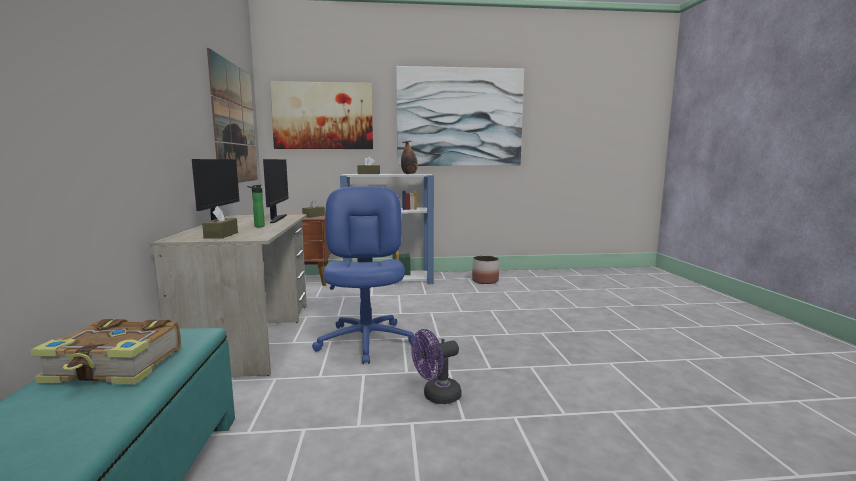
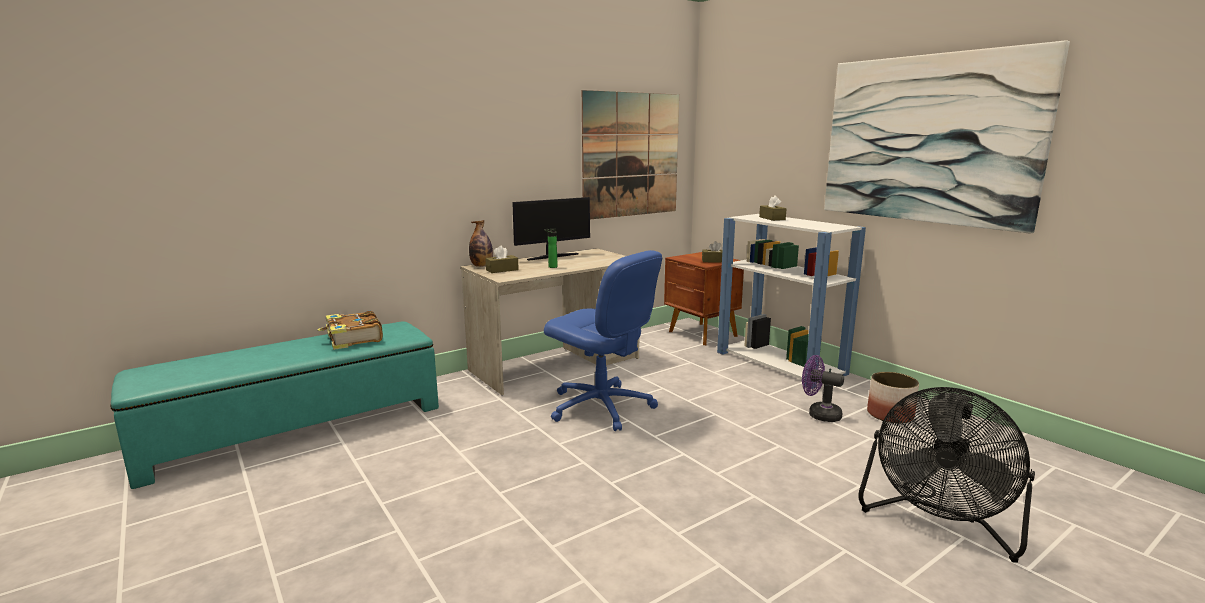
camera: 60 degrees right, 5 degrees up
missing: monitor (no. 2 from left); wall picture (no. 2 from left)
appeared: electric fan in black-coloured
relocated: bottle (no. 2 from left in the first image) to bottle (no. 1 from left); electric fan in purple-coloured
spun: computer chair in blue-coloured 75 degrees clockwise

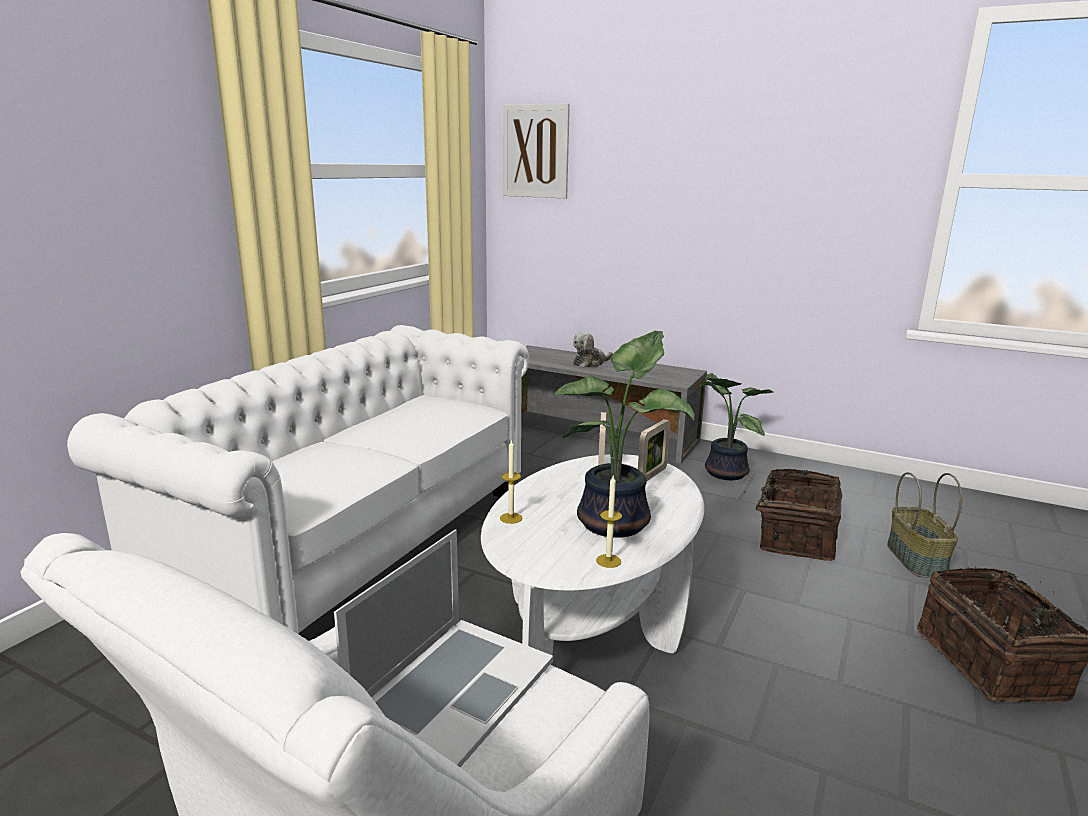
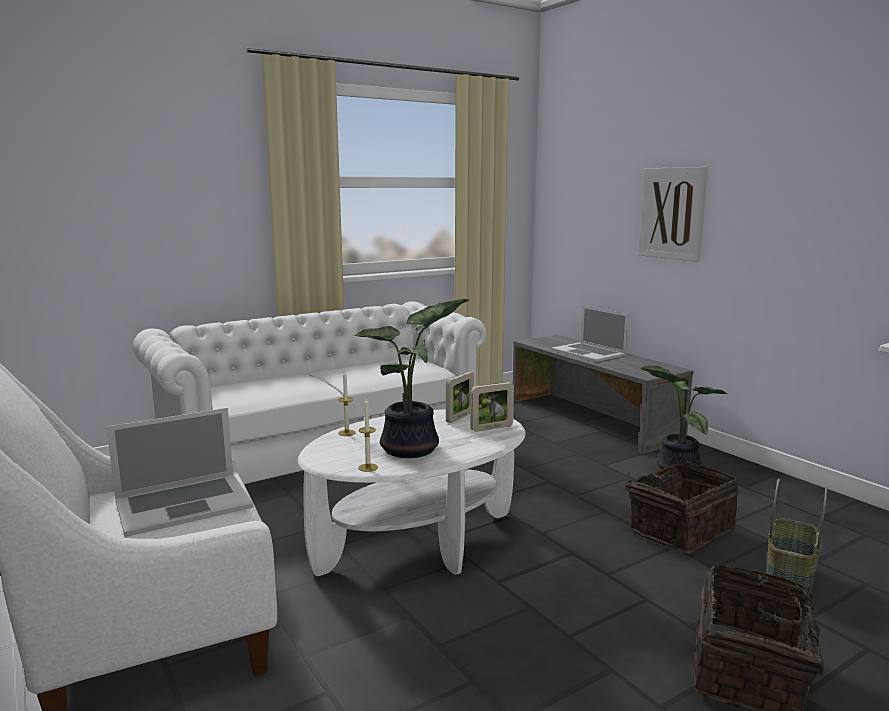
camera: 30 degrees right, 5 degrees down
relocated: wall picture
exchanged: soft toy to portable computer (no. 2 from left)

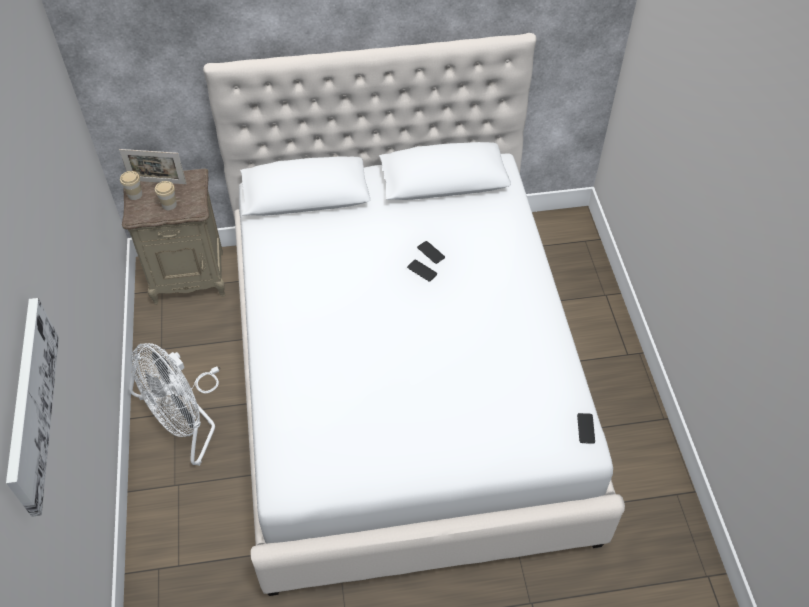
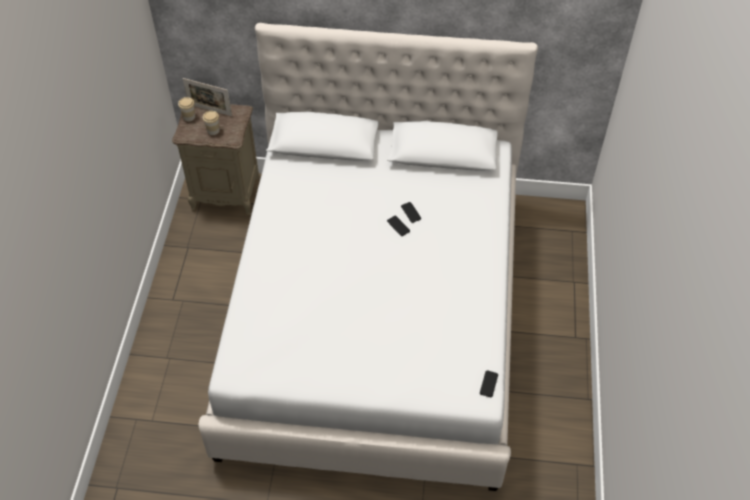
camera: 15 degrees right, 0 degrees up
missing: wall picture; electric fan in white

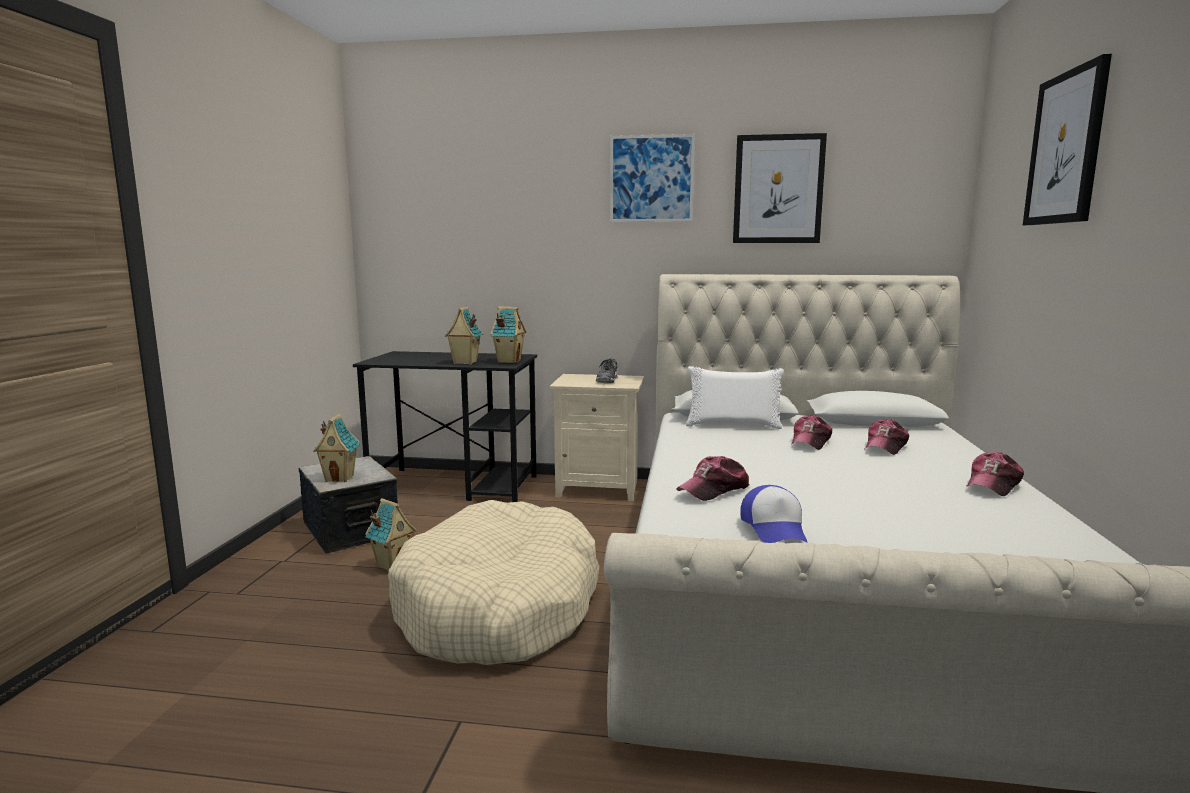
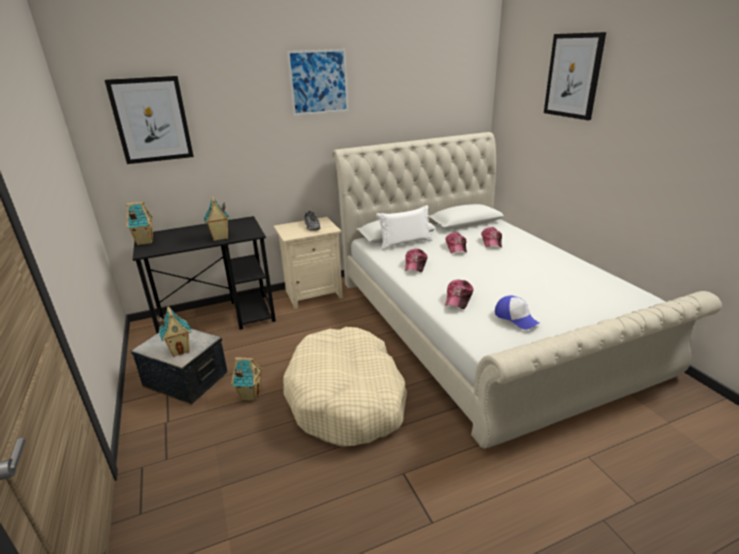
camera: 30 degrees left, 15 degrees up
relocated: wall picture (no. 2 from left in the first image) to wall picture (no. 1 from left); miniature house (no. 4 from left in the first image) to miniature house (no. 1 from left); baseball cap (no. 5 from left in the first image) to baseball cap (no. 1 from left)

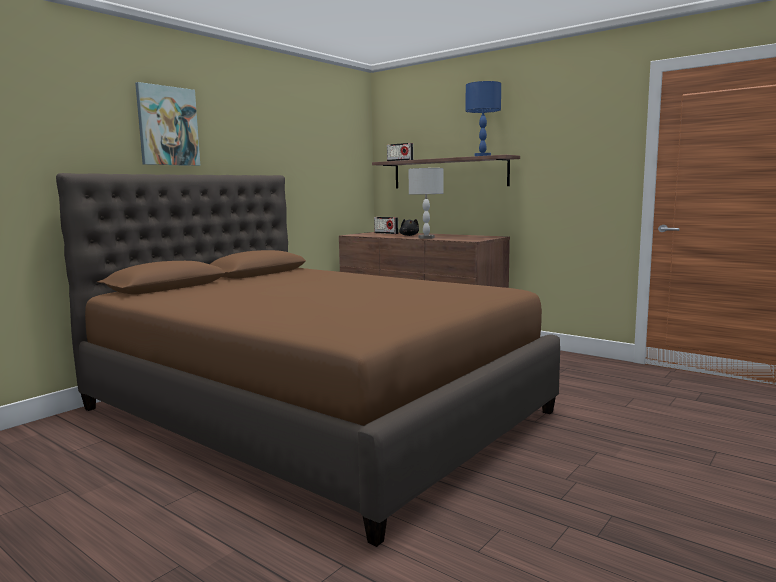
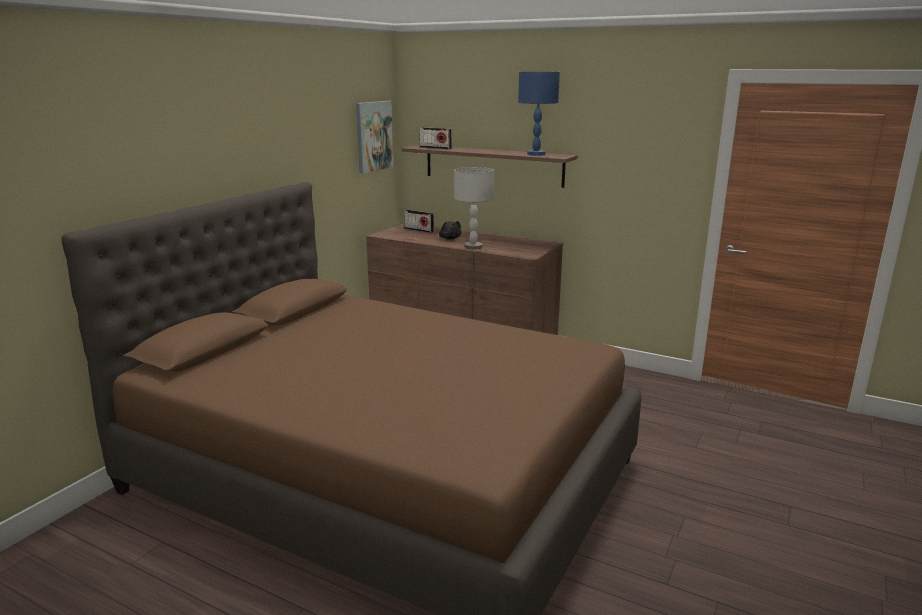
camera: 10 degrees left, 10 degrees up
relocated: wall picture

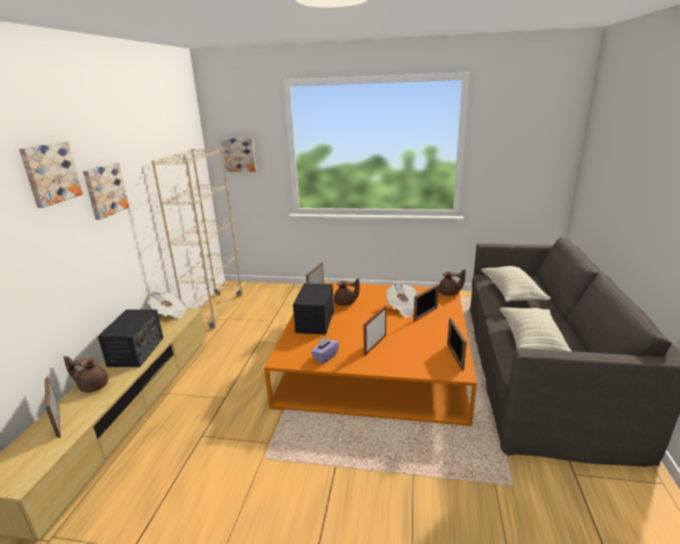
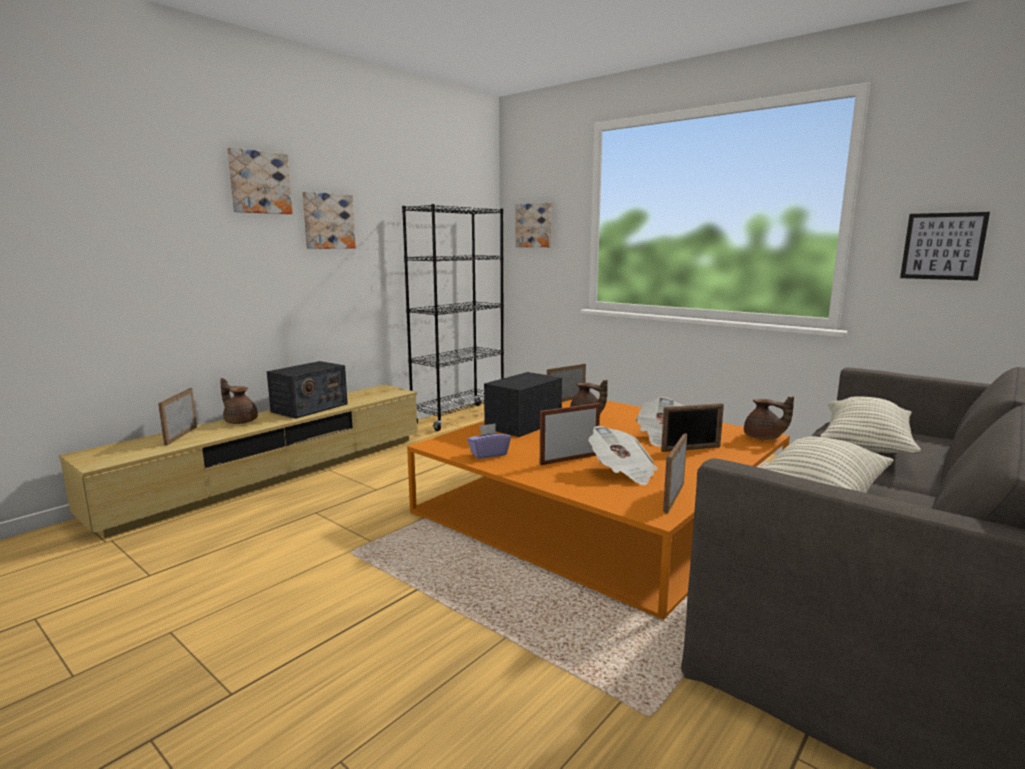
camera: 30 degrees right, 10 degrees down
appeared: wall picture (no. 4 from left)
relocated: newspaper (no. 1 from left)
colour: shelving unit in beige-coloured to shelving unit in black-coloured

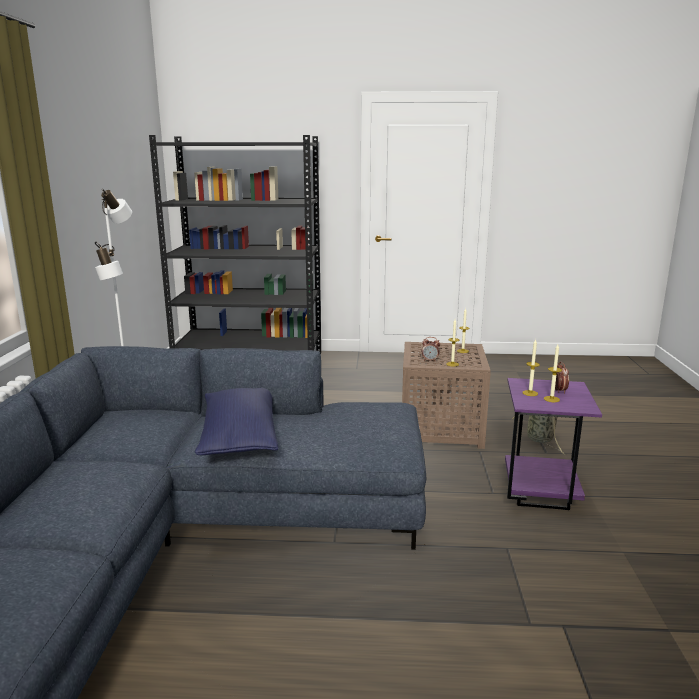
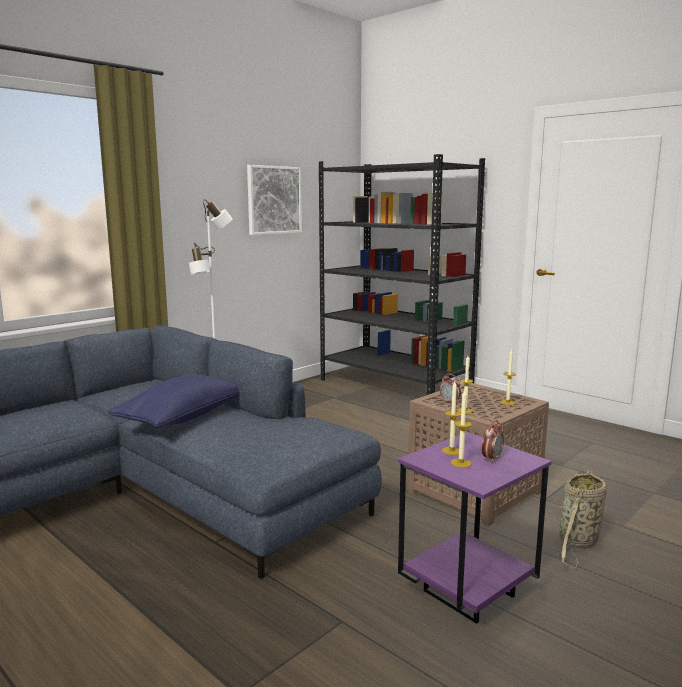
camera: 40 degrees right, 5 degrees down
appeared: wall picture

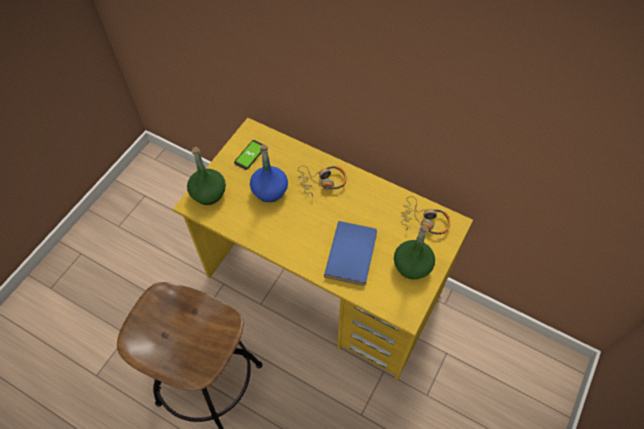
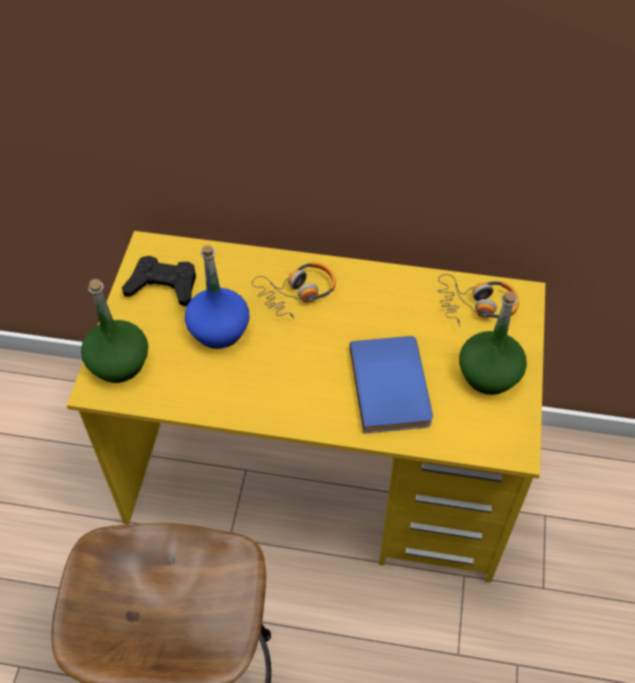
camera: 20 degrees left, 5 degrees down
exchanged: telephone to gamepad in black-coloured

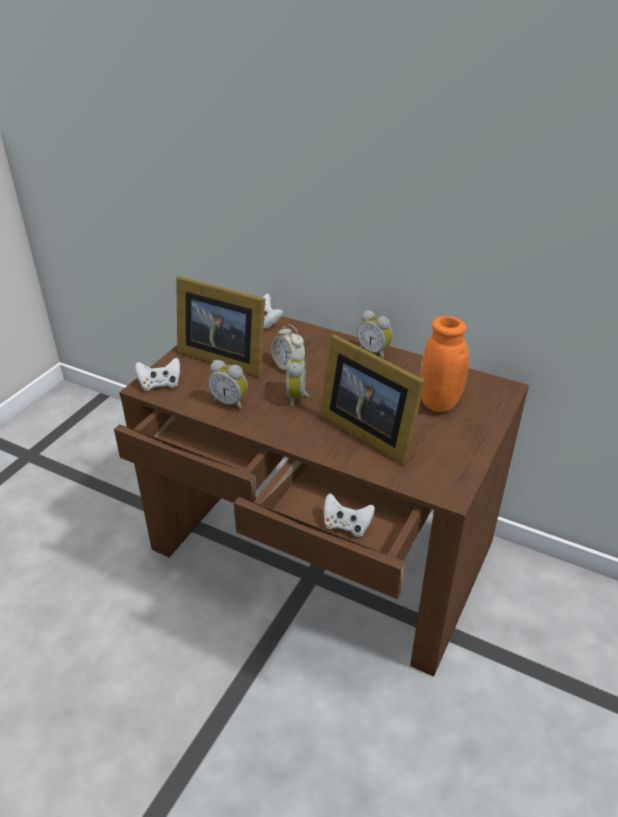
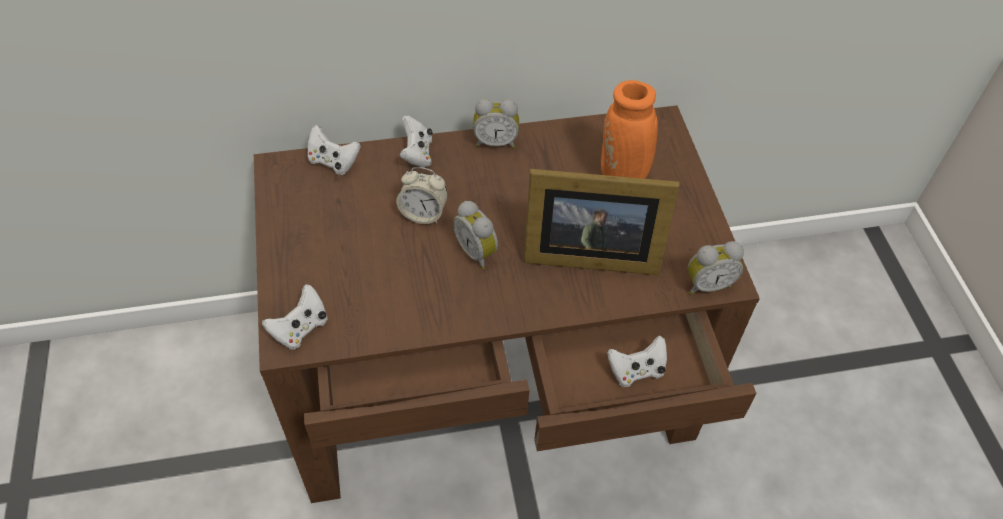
camera: 40 degrees left, 15 degrees up
missing: photo frame (no. 1 from left)
appeared: gamepad in white (no. 3 from left)
relocated: table clock (no. 1 from left in the first image) to table clock (no. 4 from left)

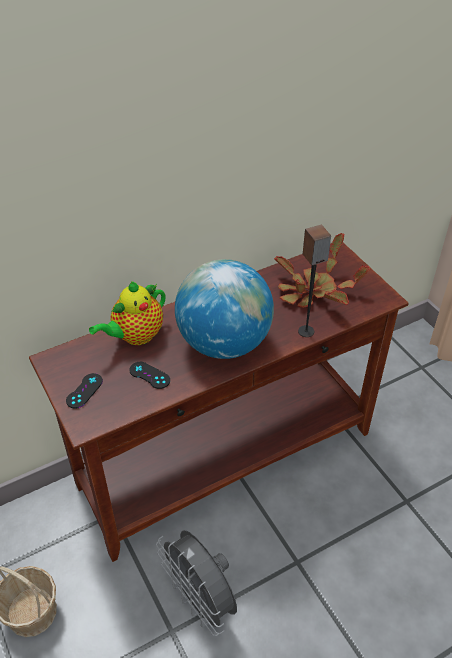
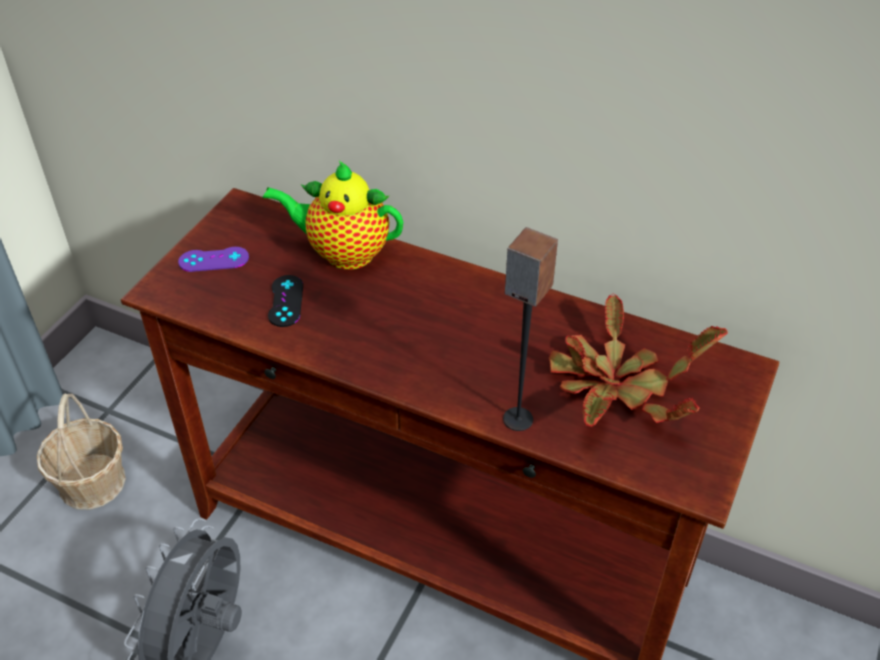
camera: 55 degrees right, 0 degrees up
missing: world globe
colour: gamepad in black-coloured (no. 1 from left) to gamepad in purple-coloured

